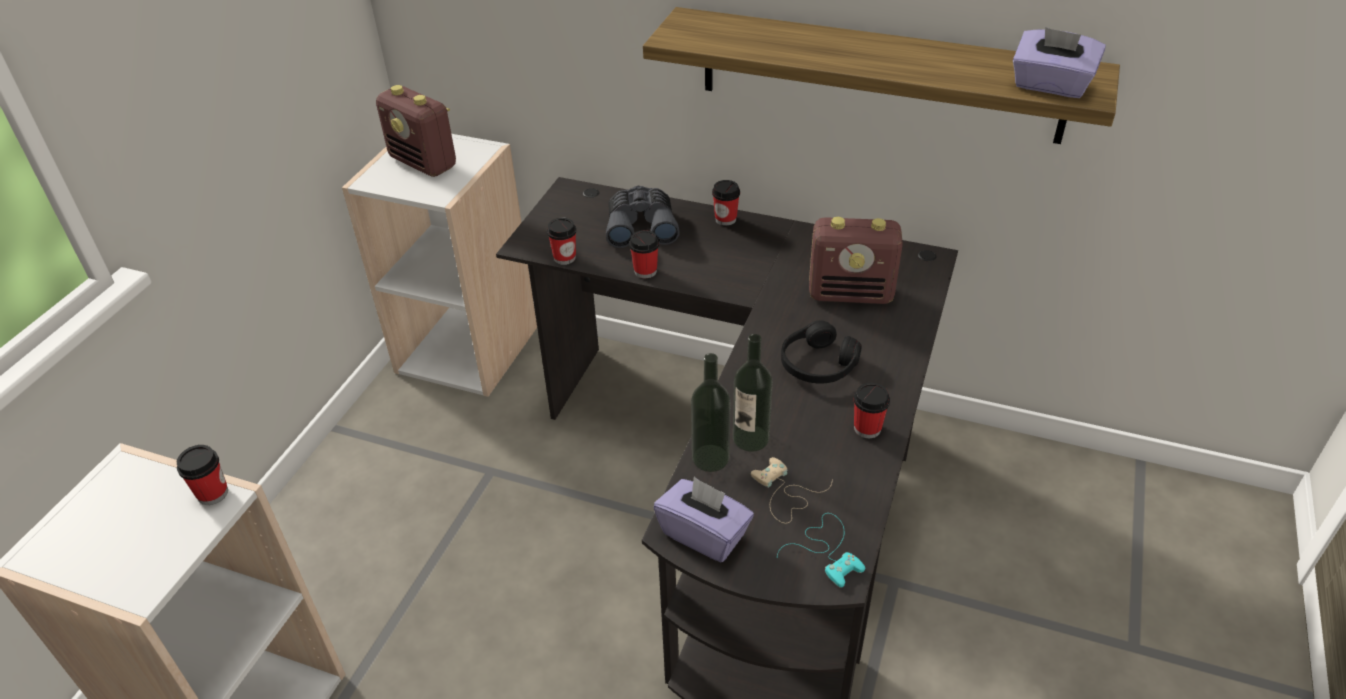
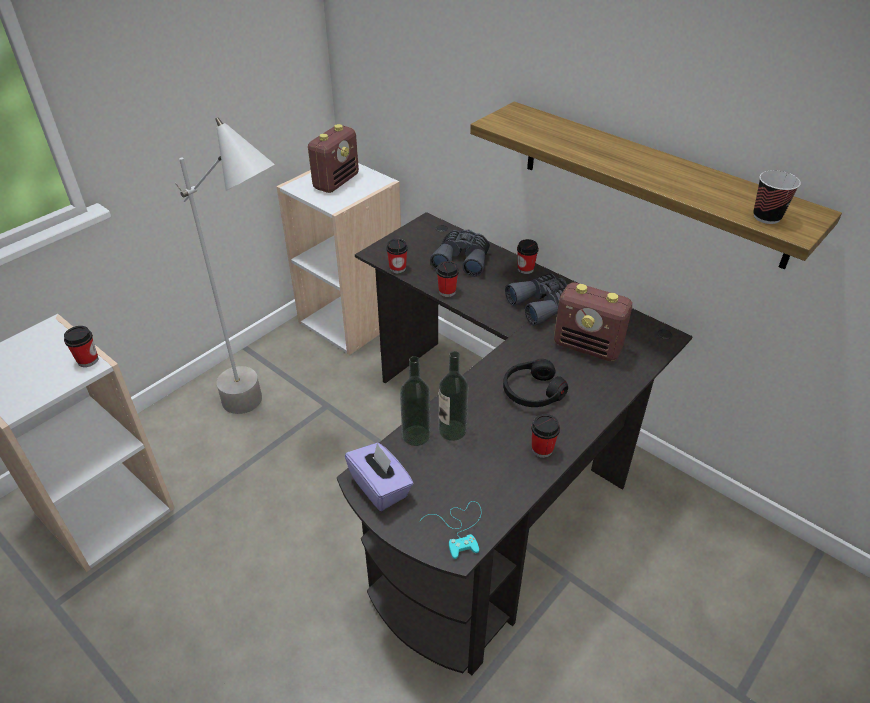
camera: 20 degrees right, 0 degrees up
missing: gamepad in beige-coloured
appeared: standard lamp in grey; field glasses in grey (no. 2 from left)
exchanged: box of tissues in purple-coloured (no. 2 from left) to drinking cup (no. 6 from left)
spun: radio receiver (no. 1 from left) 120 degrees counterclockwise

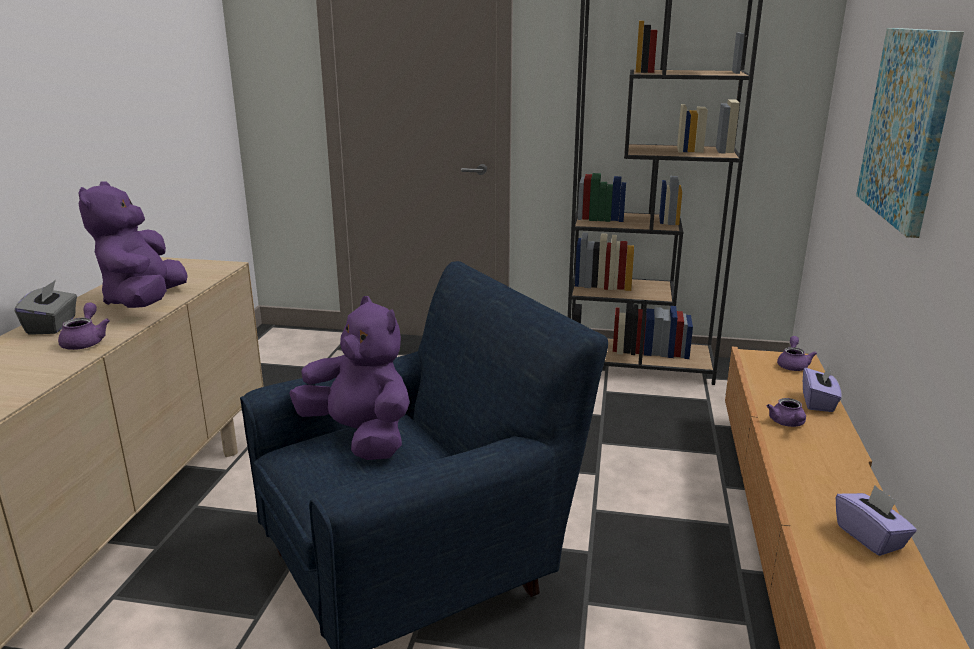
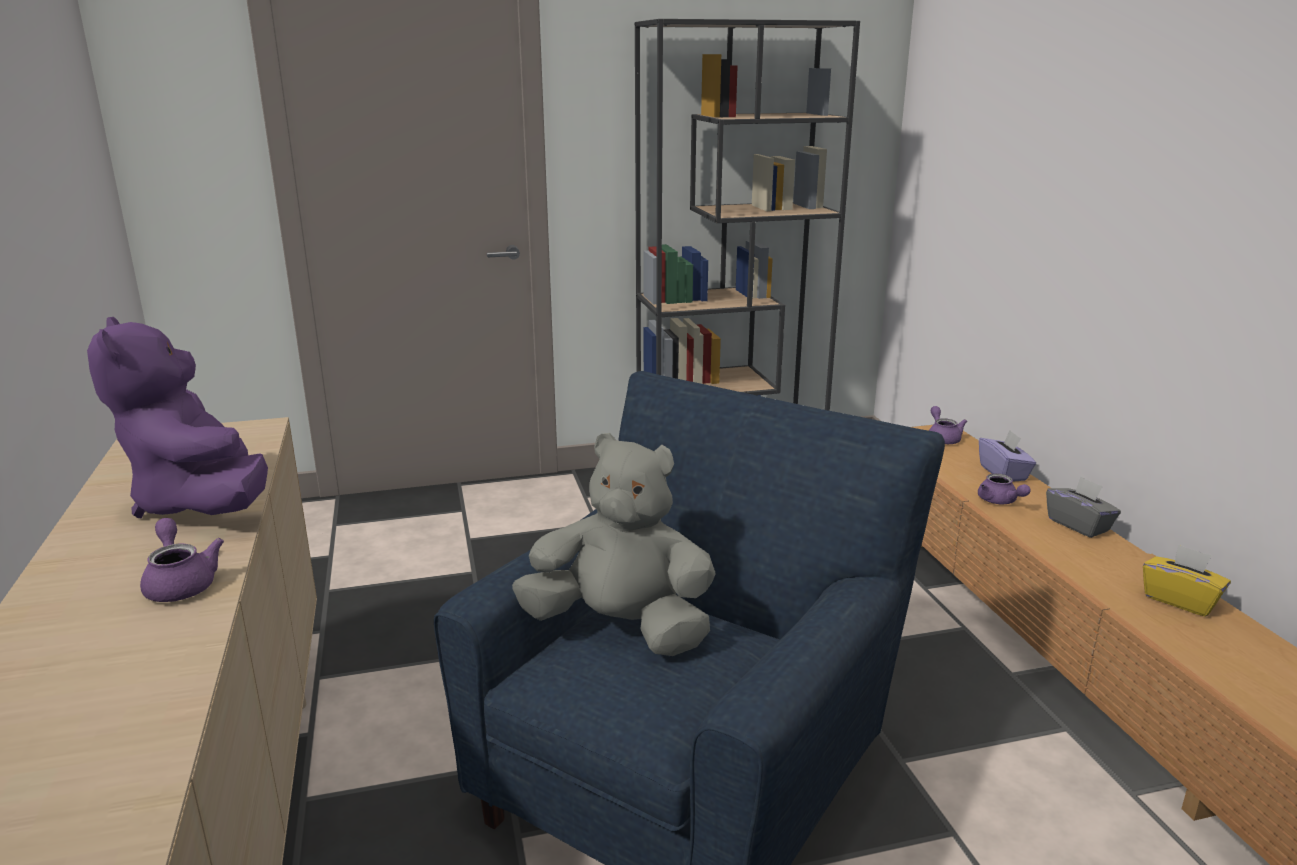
camera: 25 degrees left, 0 degrees up
missing: wall picture
relocated: box of tissues in grey
colour: soft toy in purple-coloured (no. 2 from left) to soft toy in grey; box of tissues in purple-coloured (no. 2 from left) to box of tissues in yellowish

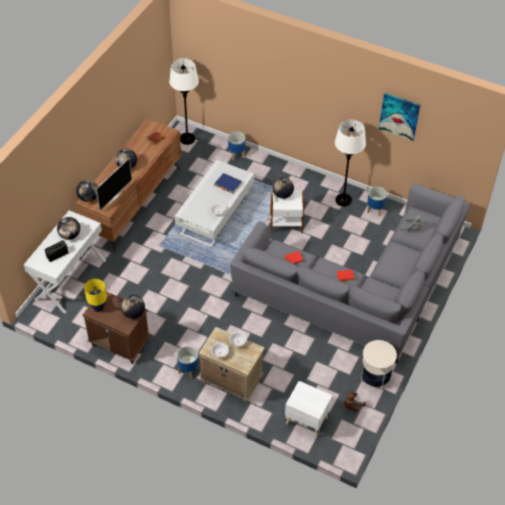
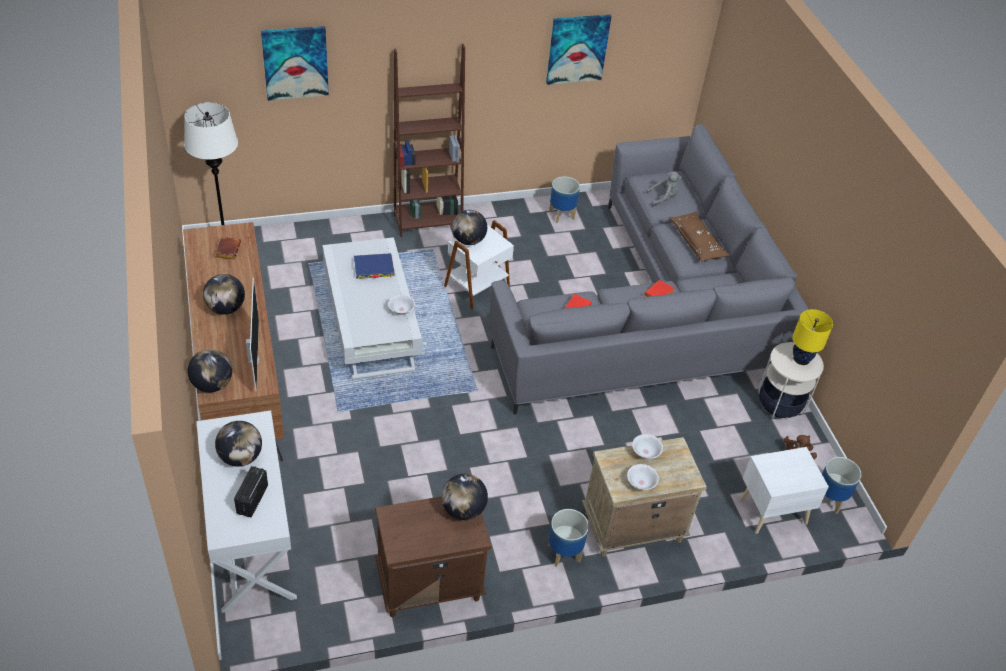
camera: 45 degrees left, 5 degrees down
missing: standard lamp in white (no. 2 from left)
appeared: wall picture (no. 1 from left); shelving unit in brown-coloured; cushion in brown-coloured
relocated: tabletop lamp in yellowish; flower pot (no. 2 from left in the first image) to flower pot (no. 3 from left)

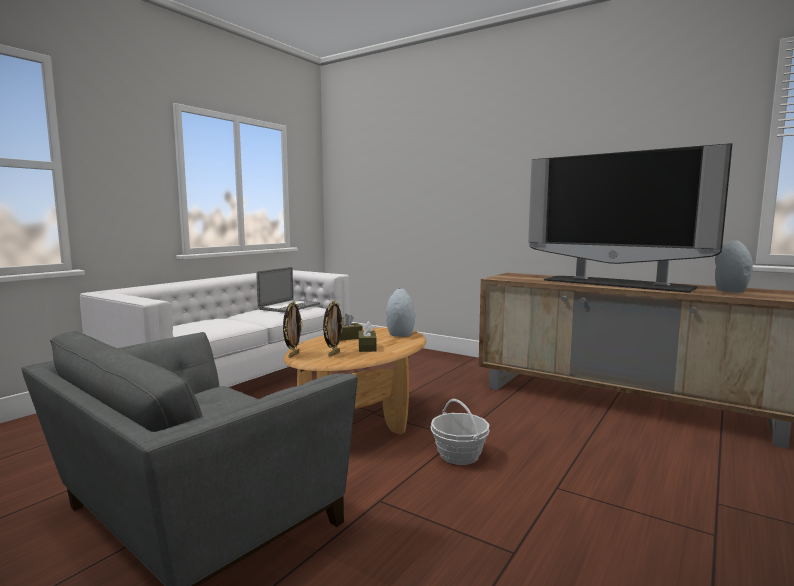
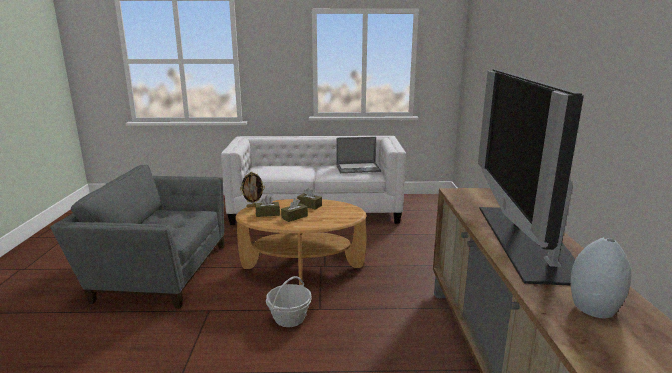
camera: 55 degrees right, 10 degrees up
missing: flower vase in grey (no. 1 from left)
exchanged: photo frame (no. 2 from left) to box of tissues in brown-coloured (no. 1 from left)

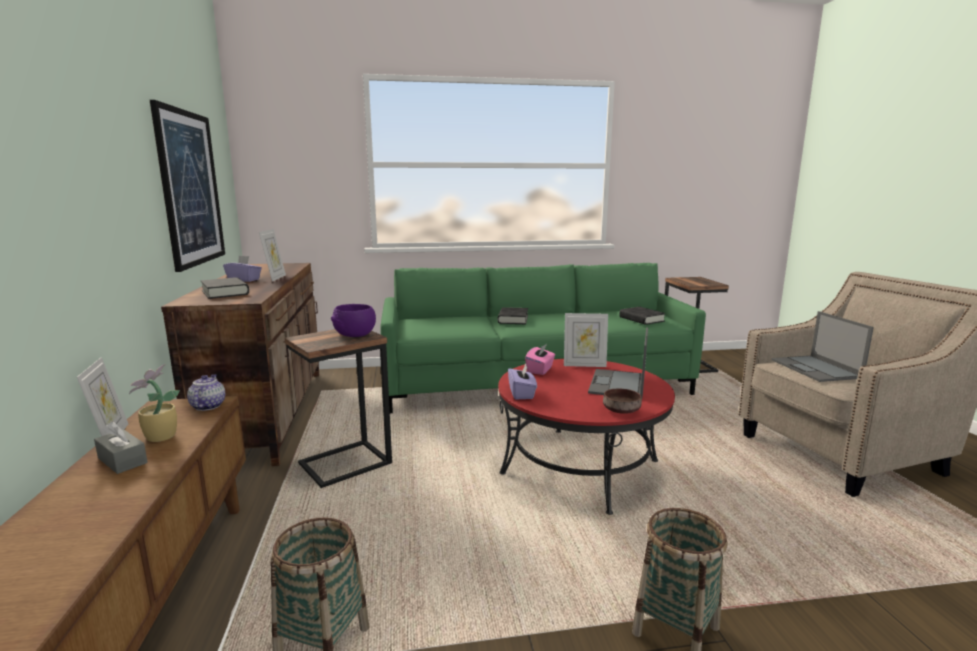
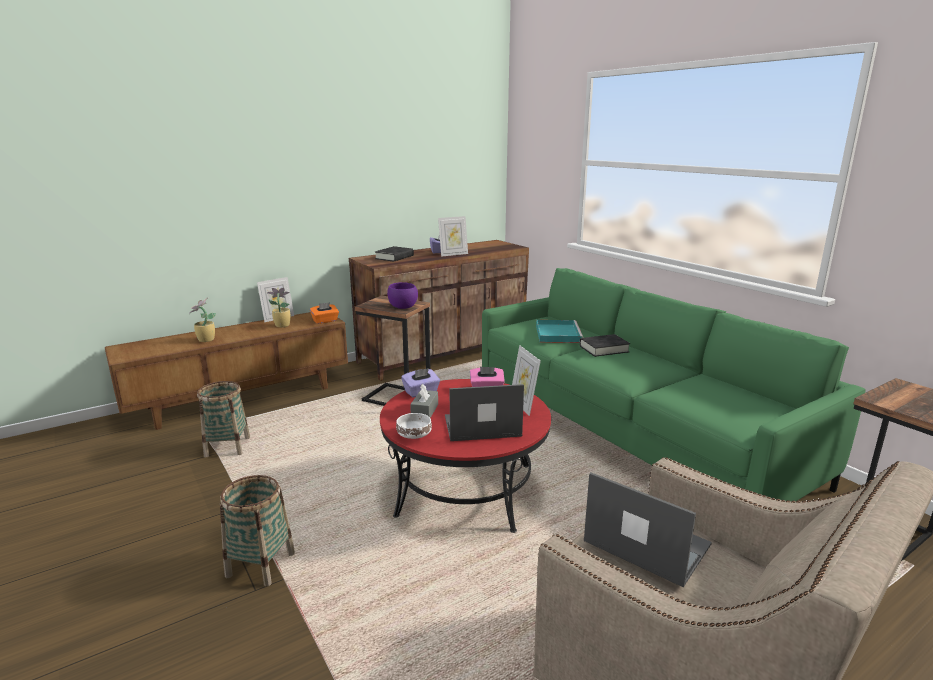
camera: 65 degrees right, 5 degrees up
missing: wall picture; volume in black-coloured (no. 3 from left)
appeared: potted plant (no. 1 from left); carrying tray in turquoise
relocated: box of tissues in grey
exchanged: teapot to box of tissues in orange
colour: deep dish in brown-coloured to deep dish in white
spun: portable computer (no. 2 from left) 75 degrees clockwise

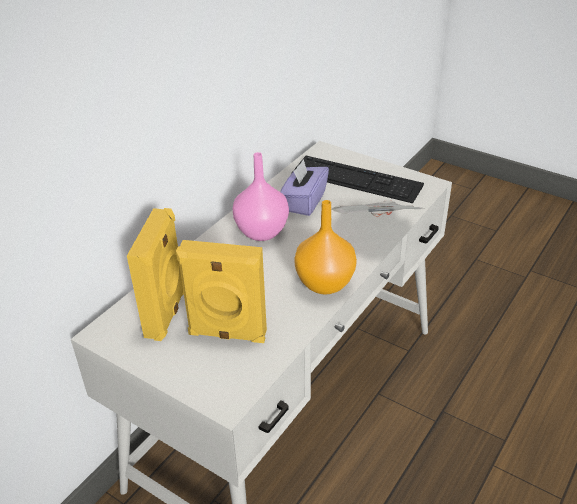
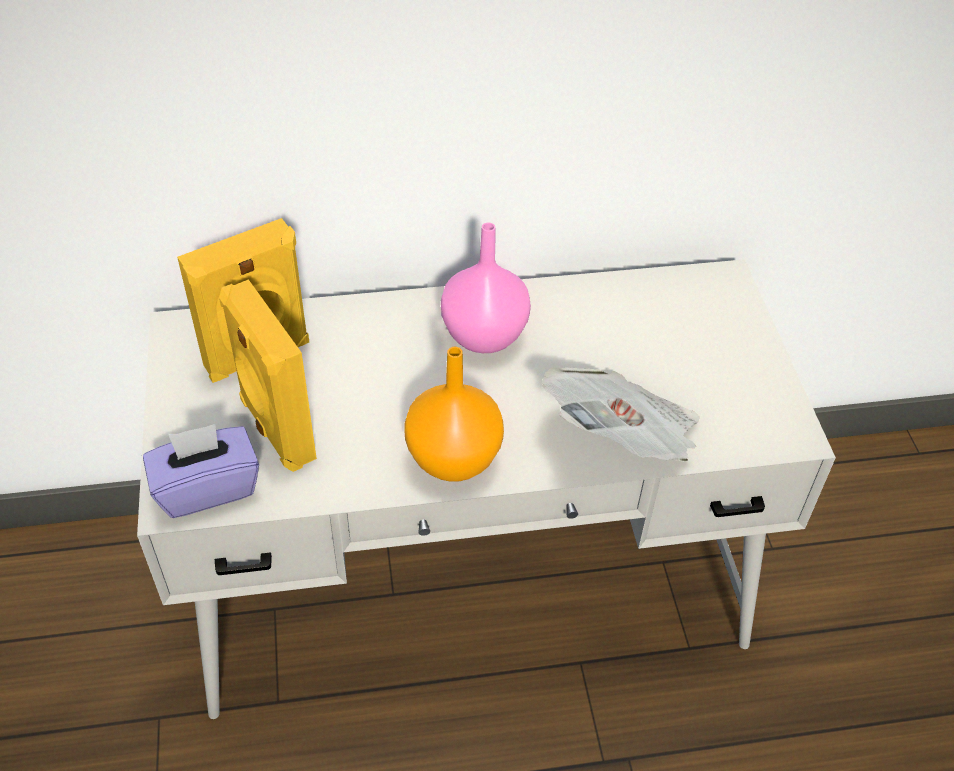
camera: 45 degrees right, 10 degrees up
missing: computer keyboard
relocated: box of tissues in purple-coloured

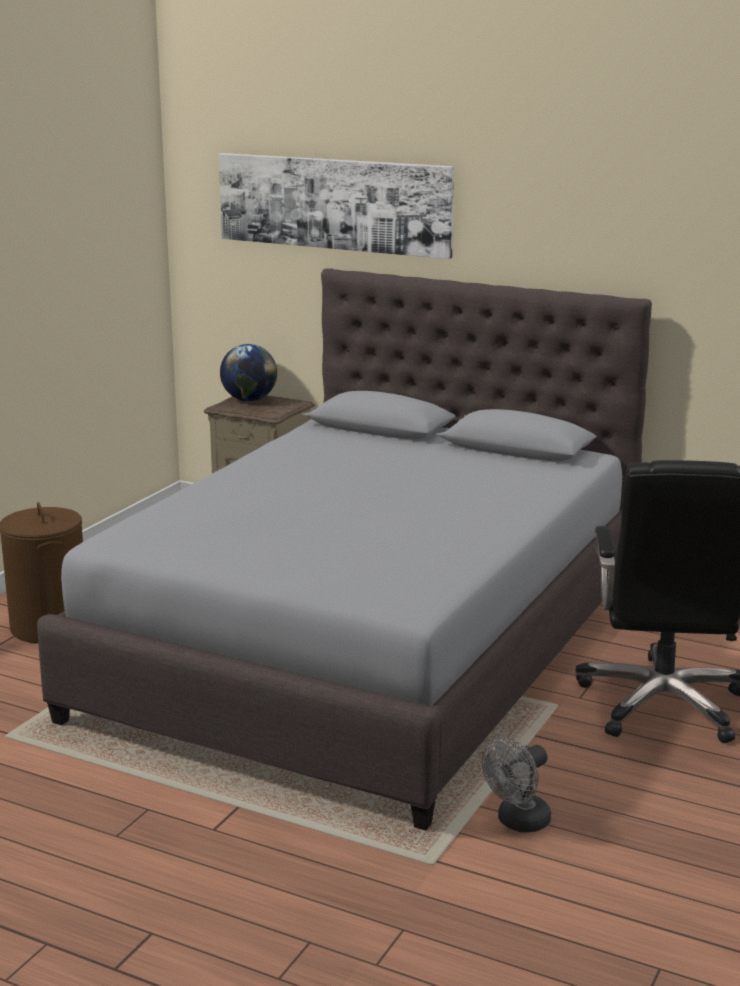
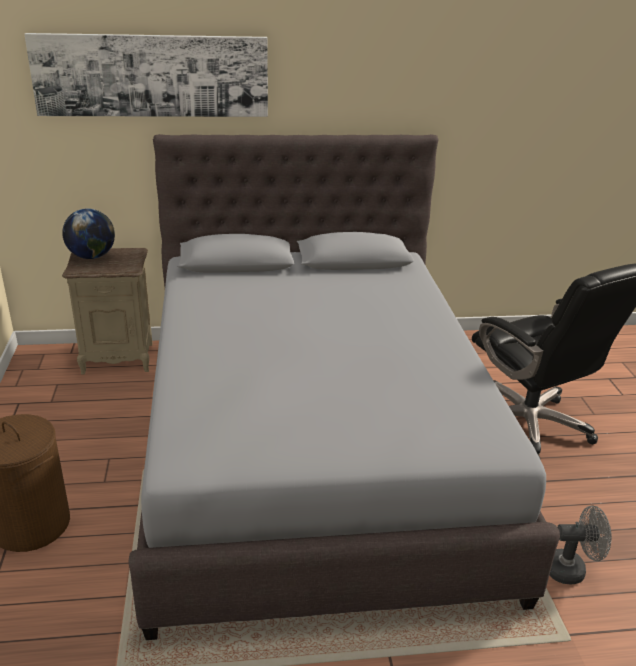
camera: 35 degrees left, 10 degrees up
spun: electric fan in grey 105 degrees counterclockwise

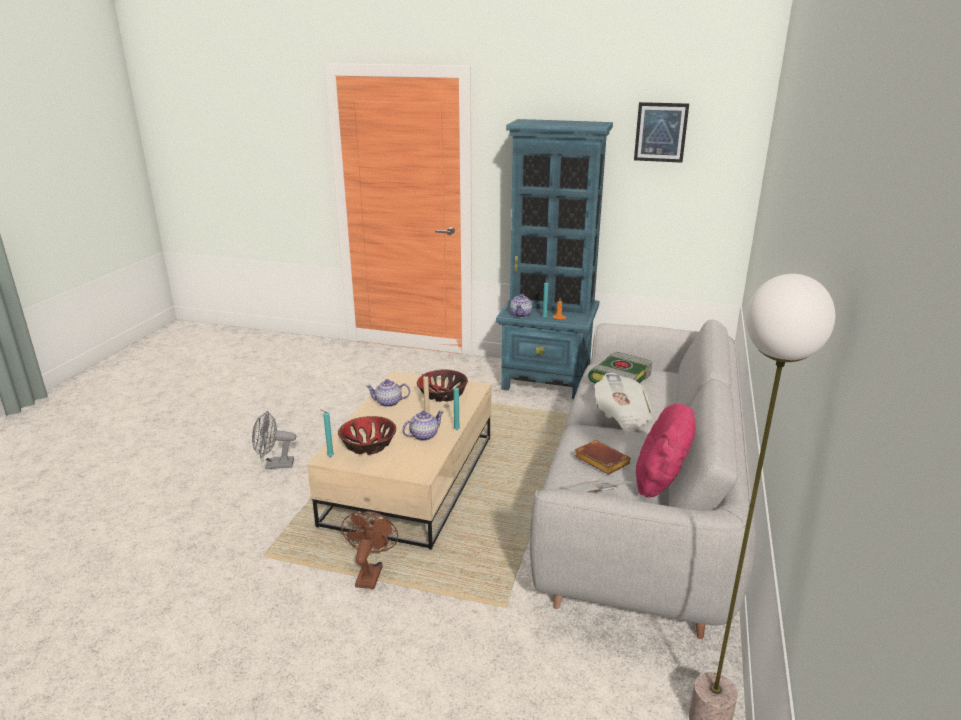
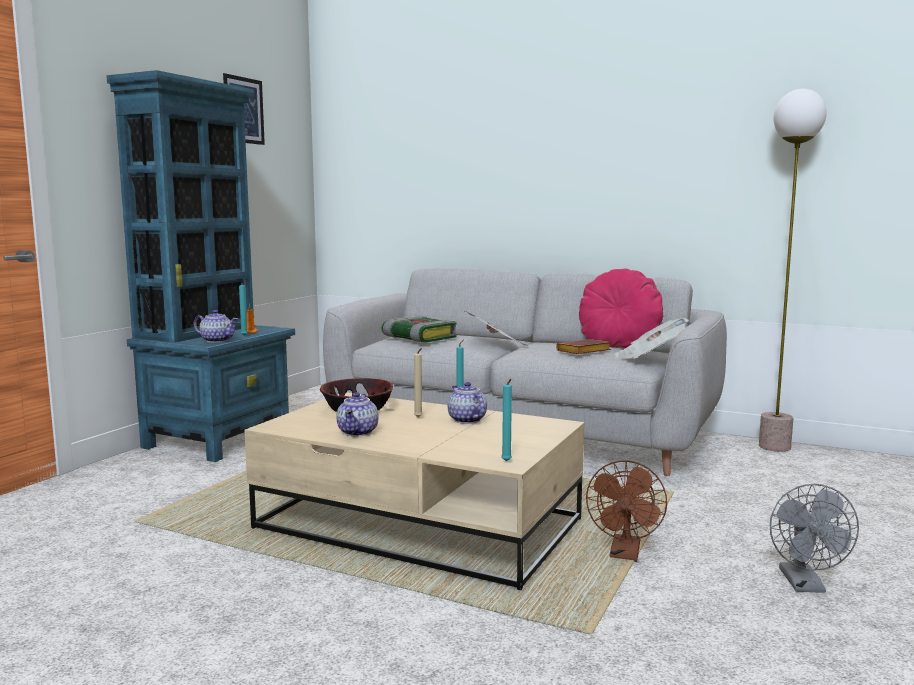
camera: 80 degrees left, 15 degrees down
missing: deep dish (no. 1 from left)
relocated: electric fan in grey
spun: electric fan in brown-coloured 90 degrees counterclockwise

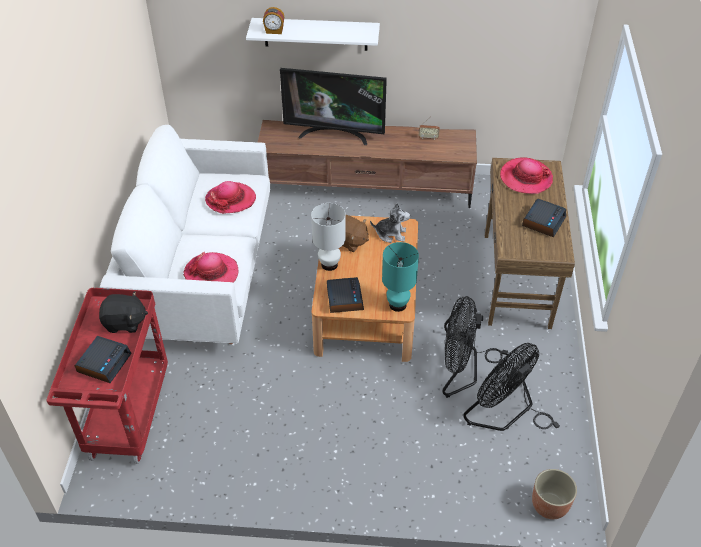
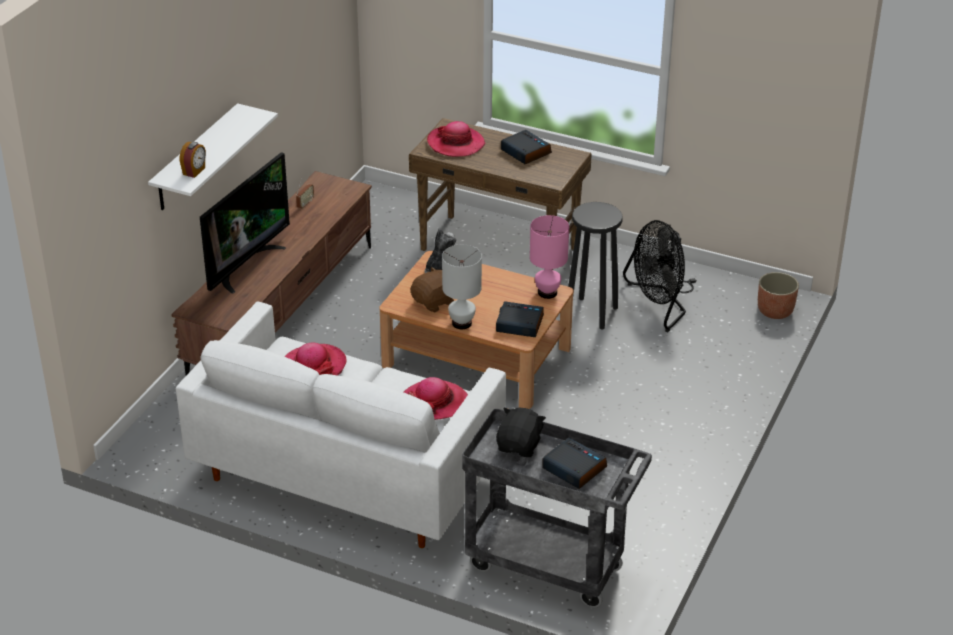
camera: 70 degrees left, 10 degrees down
exchanged: electric fan in black-coloured (no. 1 from left) to sitting stool in black-coloured
colour: cart in red-coloured to cart in grey; tabletop lamp in turquoise to tabletop lamp in pink-coloured

